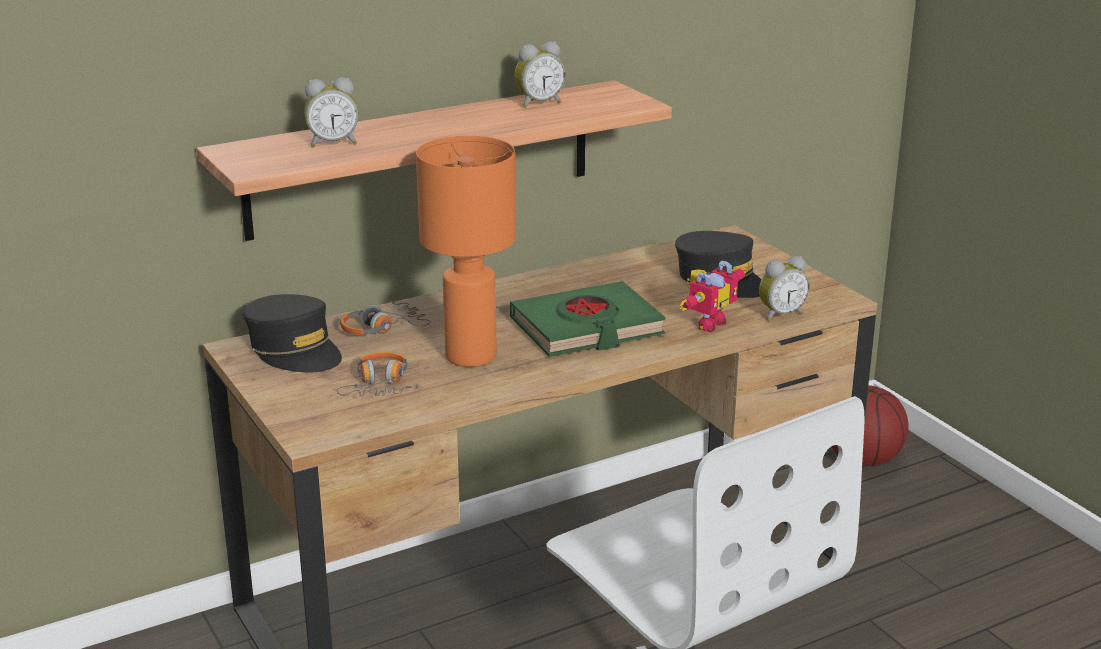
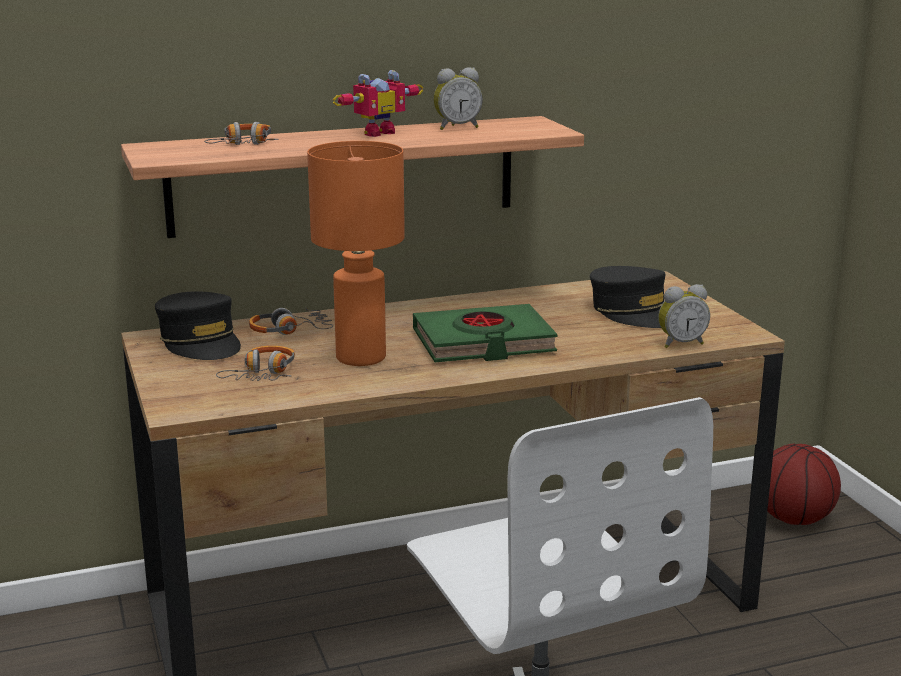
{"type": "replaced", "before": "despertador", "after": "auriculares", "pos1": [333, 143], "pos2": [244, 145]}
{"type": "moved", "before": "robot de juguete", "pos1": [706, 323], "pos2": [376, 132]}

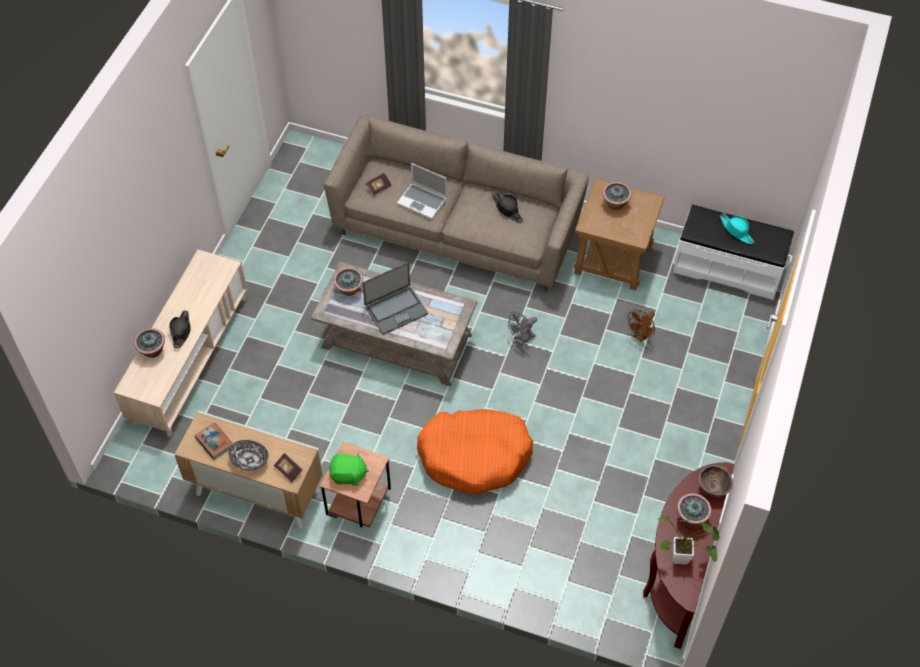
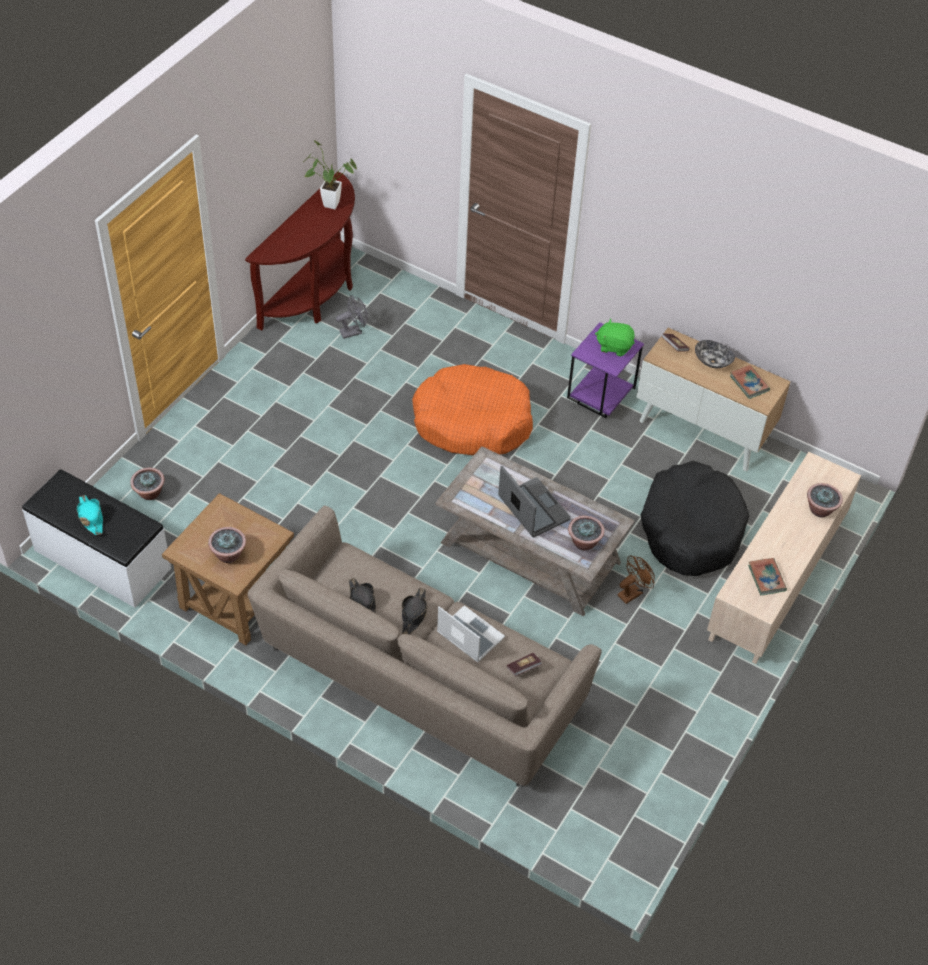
{"type": "turned", "before": "portátil", "pos1": [396, 310], "pos2": [533, 509], "turn": 75}
{"type": "moved", "before": "sombrero [negro]", "pos1": [181, 331], "pos2": [414, 614]}
{"type": "moved", "before": "ventilador [marrón]", "pos1": [641, 336], "pos2": [633, 592]}
{"type": "moved", "before": "ventilador [gris]", "pos1": [522, 339], "pos2": [354, 331]}
{"type": "recoloured", "before": "mesa auxiliar [marrón]", "after": "mesa auxiliar [morado]", "pos1": [358, 506], "pos2": [600, 401]}
{"type": "removed", "before": "cuenco [marrón]", "pos1": [713, 489]}
{"type": "moved", "before": "planta en maceta", "pos1": [691, 517], "pos2": [149, 493]}
{"type": "added", "after": "cama para perro [negro]", "pos2": [691, 529]}
{"type": "added", "after": "libro", "pos2": [766, 578]}

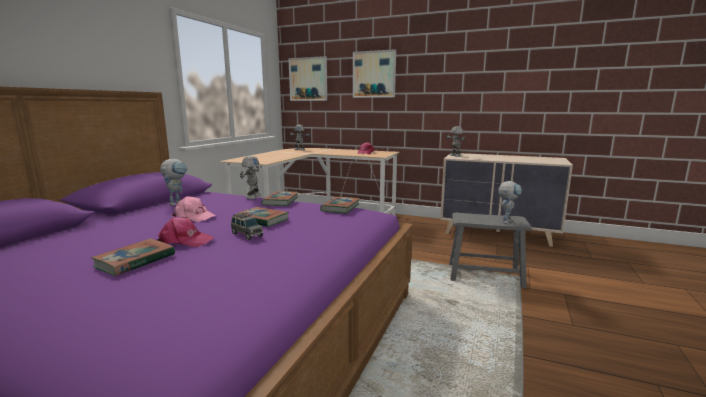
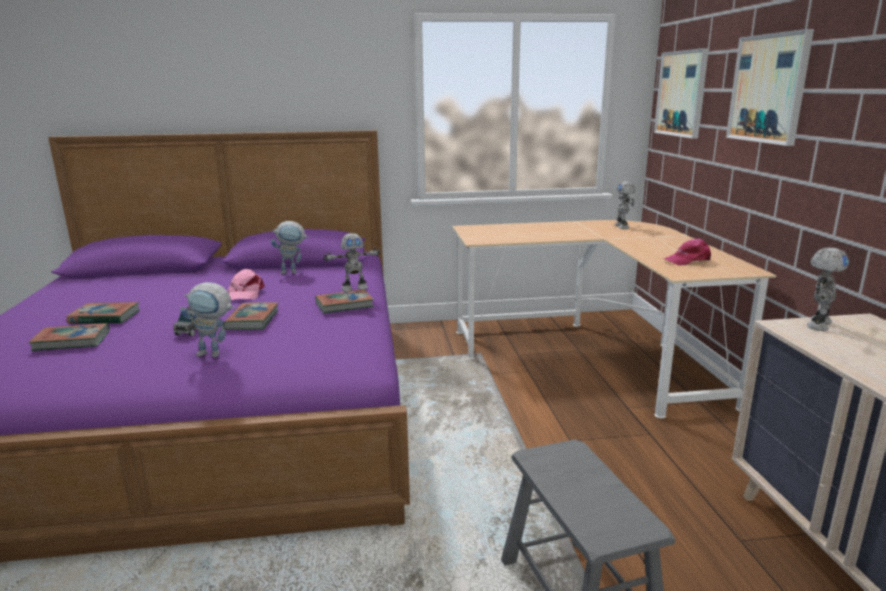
{"type": "moved", "before": "robot de juguete", "pos1": [506, 221], "pos2": [215, 354]}
{"type": "moved", "before": "libro", "pos1": [340, 208], "pos2": [72, 341]}
{"type": "removed", "before": "gorra [rosa]", "pos1": [185, 241]}

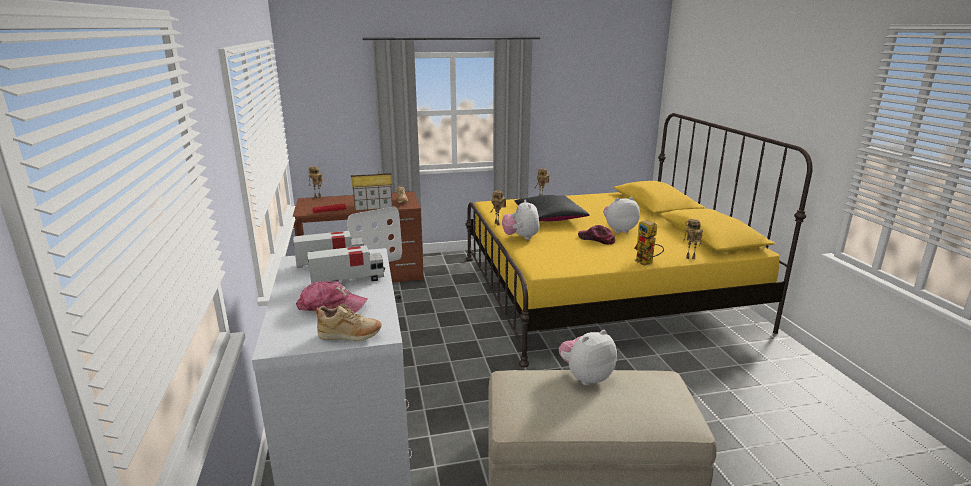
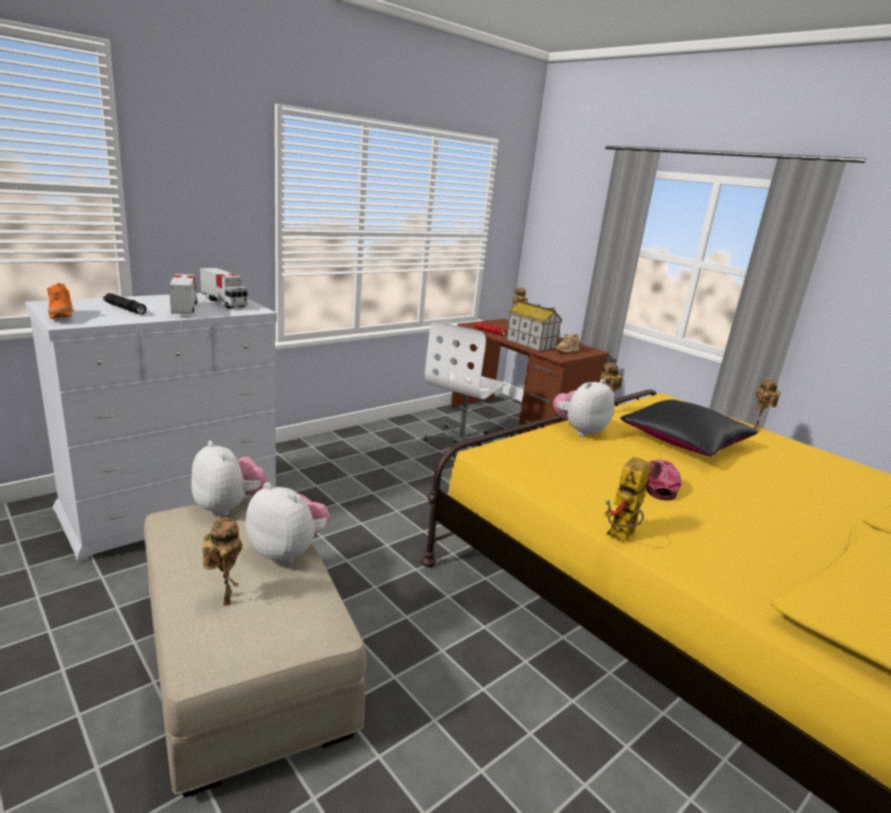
{"type": "moved", "before": "peluche", "pos1": [619, 230], "pos2": [228, 507]}
{"type": "moved", "before": "robot de juguete", "pos1": [689, 258], "pos2": [225, 598]}
{"type": "turned", "before": "camión de juguete", "pos1": [348, 280], "pos2": [185, 308], "turn": -150}
{"type": "replaced", "before": "gorra", "after": "linterna [negro]", "pos1": [331, 306], "pos2": [125, 308]}
{"type": "recoloured", "before": "zapato [beis]", "after": "zapato [naranja]", "pos1": [350, 336], "pos2": [61, 317]}

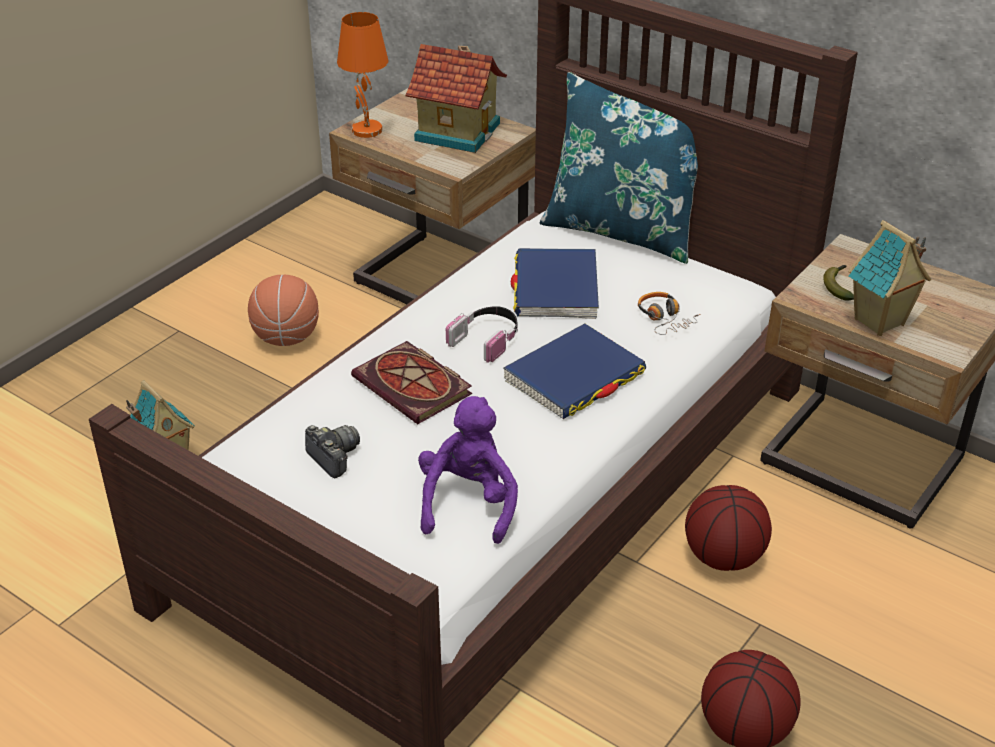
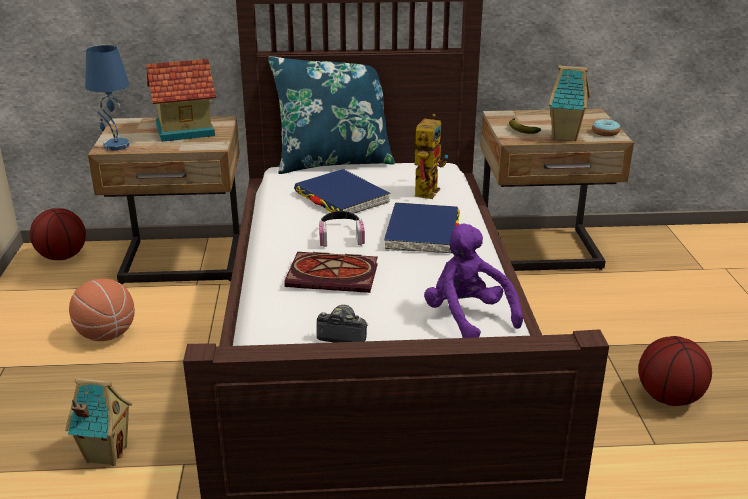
{"type": "recoloured", "before": "lámpara de mesa [naranja]", "after": "lámpara de mesa [azul]", "pos1": [366, 130], "pos2": [115, 146]}
{"type": "replaced", "before": "auriculares", "after": "robot de juguete", "pos1": [665, 319], "pos2": [426, 189]}
{"type": "moved", "before": "balón de baloncesto", "pos1": [724, 557], "pos2": [62, 256]}
{"type": "added", "after": "rosquilla", "pos2": [605, 133]}

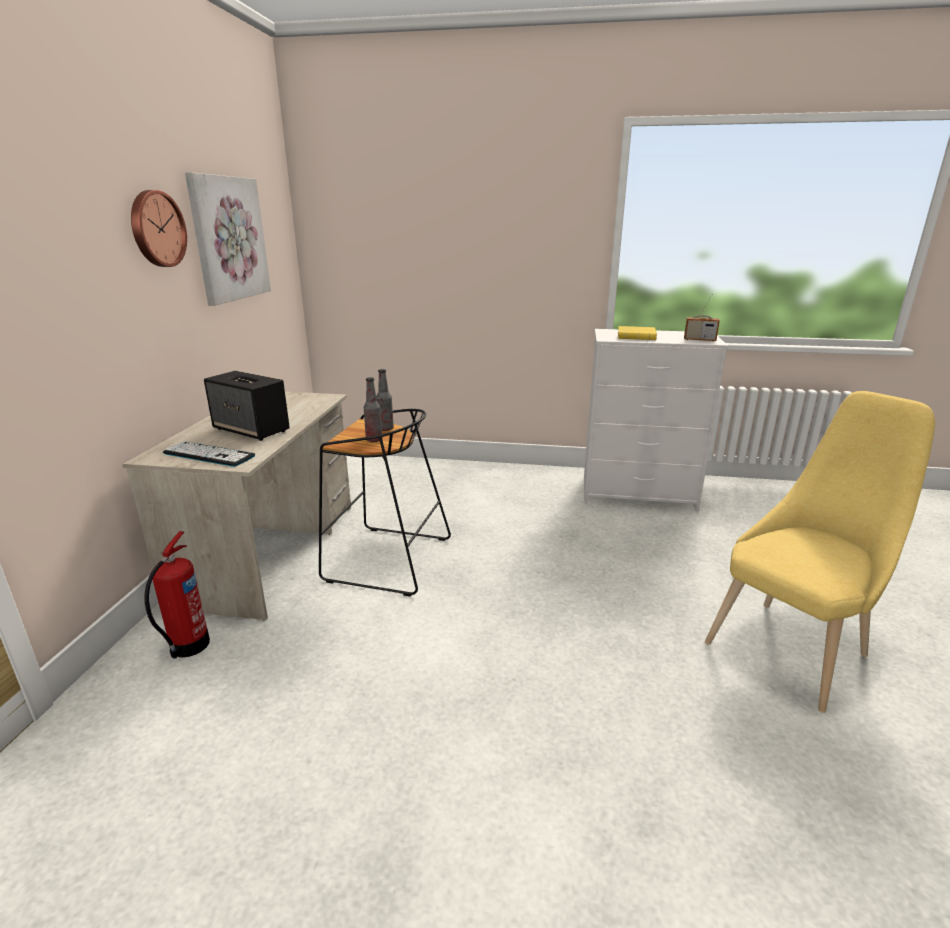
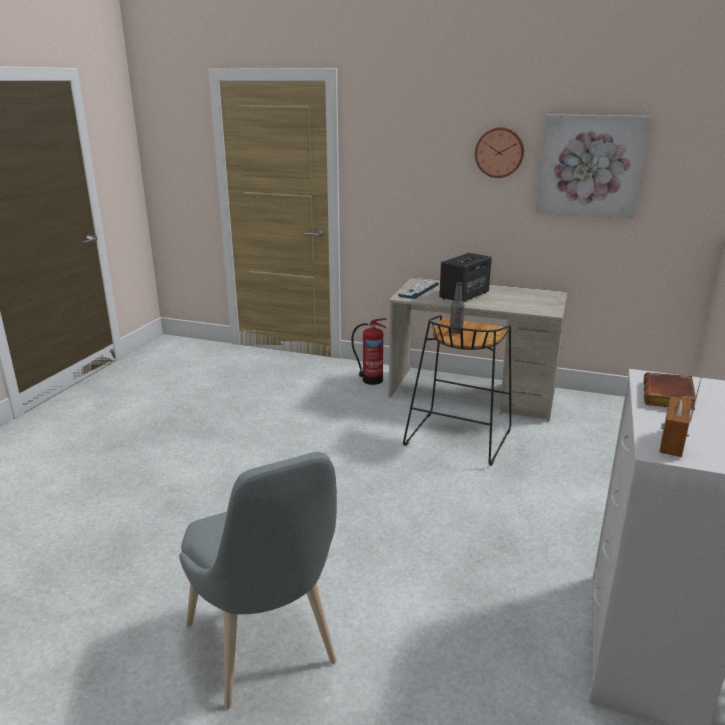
{"type": "recoloured", "before": "libro [amarillo]", "after": "libro [marrón]", "pos1": [637, 337], "pos2": [669, 398]}
{"type": "removed", "before": "botella", "pos1": [385, 429]}
{"type": "recoloured", "before": "silla [amarillo]", "after": "silla [gris]", "pos1": [793, 646], "pos2": [266, 650]}

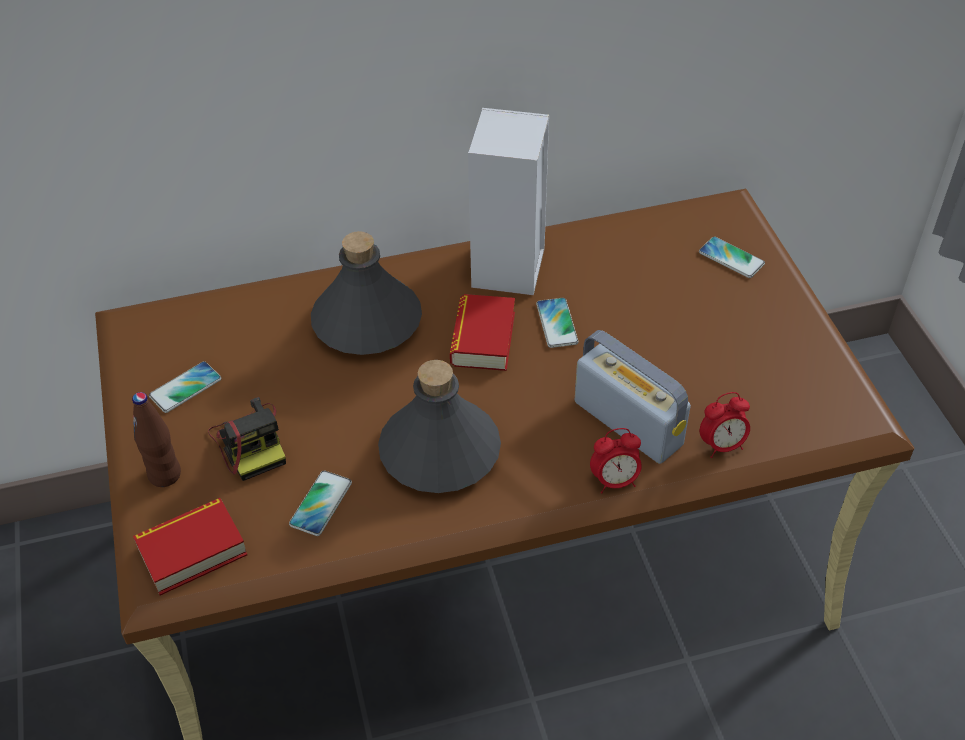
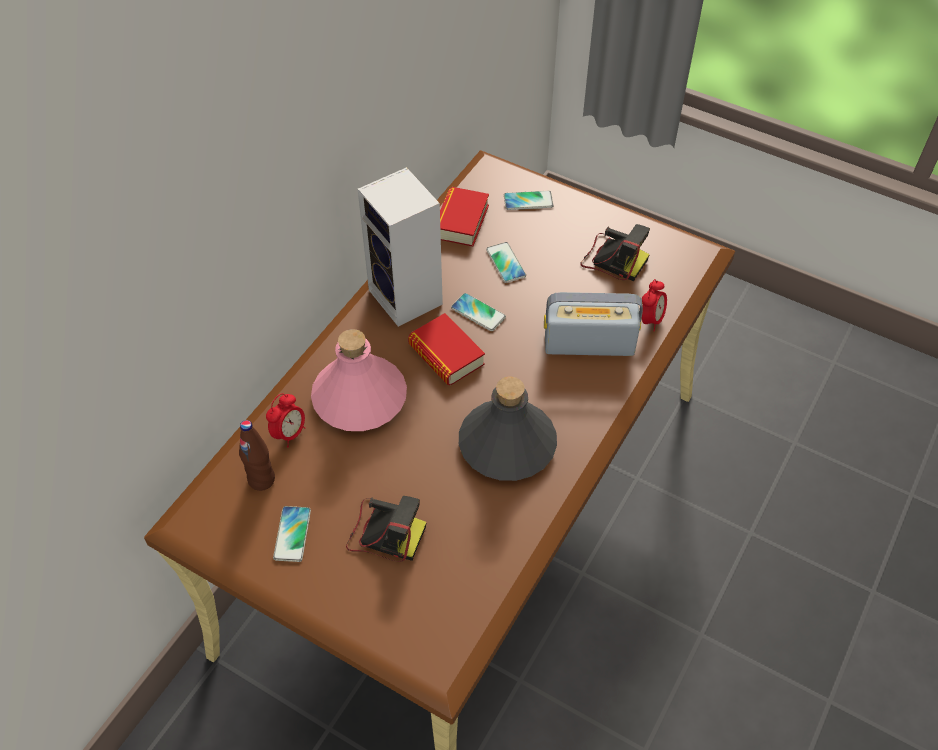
{"type": "recoloured", "before": "botella [gris]", "after": "botella [rosa]", "pos1": [366, 322], "pos2": [359, 398]}
{"type": "moved", "before": "botella [marrón]", "pos1": [165, 475], "pos2": [261, 479]}
{"type": "moved", "before": "despertador", "pos1": [614, 481], "pos2": [289, 434]}
{"type": "moved", "before": "móvil", "pos1": [321, 504], "pos2": [505, 263]}
{"type": "moved", "before": "libro", "pos1": [192, 551], "pos2": [461, 221]}
{"type": "added", "after": "cámara", "pos2": [612, 259]}

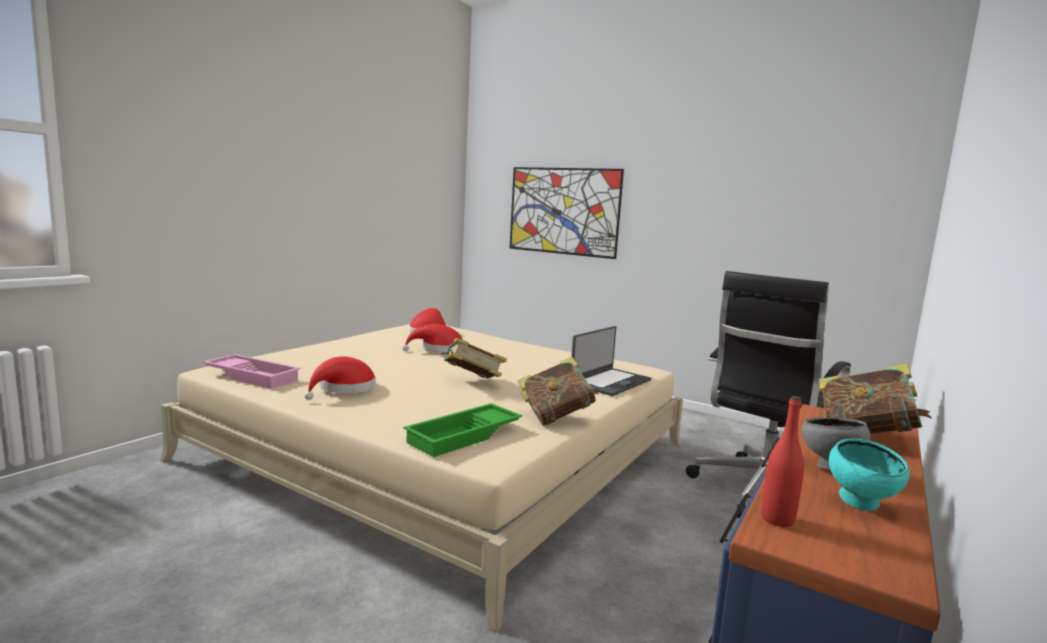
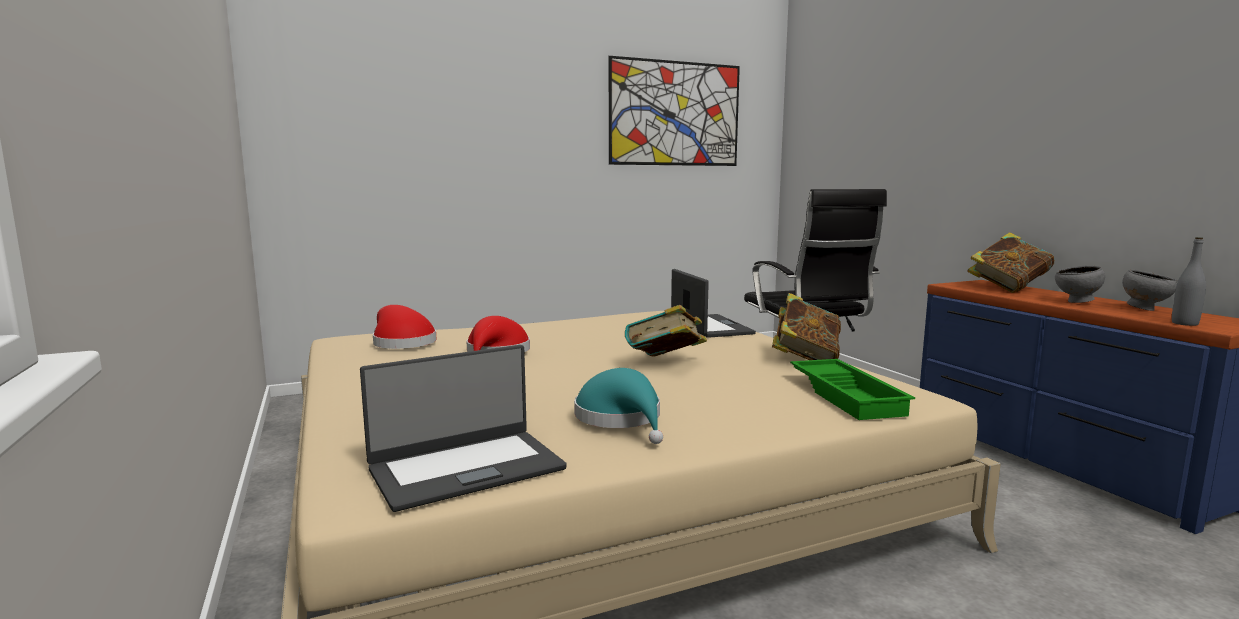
{"type": "moved", "before": "cuadro", "pos1": [563, 211], "pos2": [675, 114]}
{"type": "replaced", "before": "bandeja [rosa]", "after": "portátil", "pos1": [254, 376], "pos2": [466, 468]}
{"type": "recoloured", "before": "sombrero [rojo]", "after": "sombrero [turquesa]", "pos1": [344, 388], "pos2": [621, 419]}
{"type": "recoloured", "before": "botella [rojo]", "after": "botella [gris]", "pos1": [777, 519], "pos2": [1184, 323]}
{"type": "recoloured", "before": "cuenco [turquesa]", "after": "cuenco [gris]", "pos1": [861, 505], "pos2": [1144, 309]}

